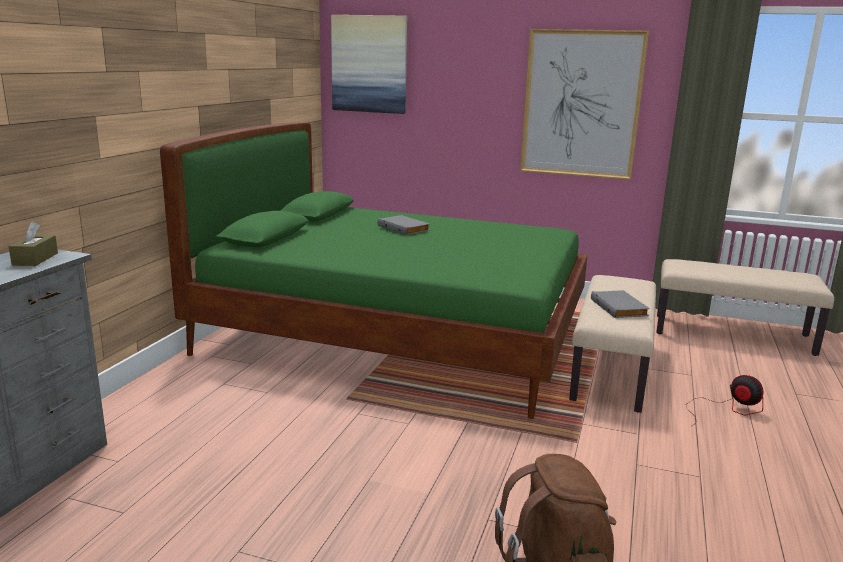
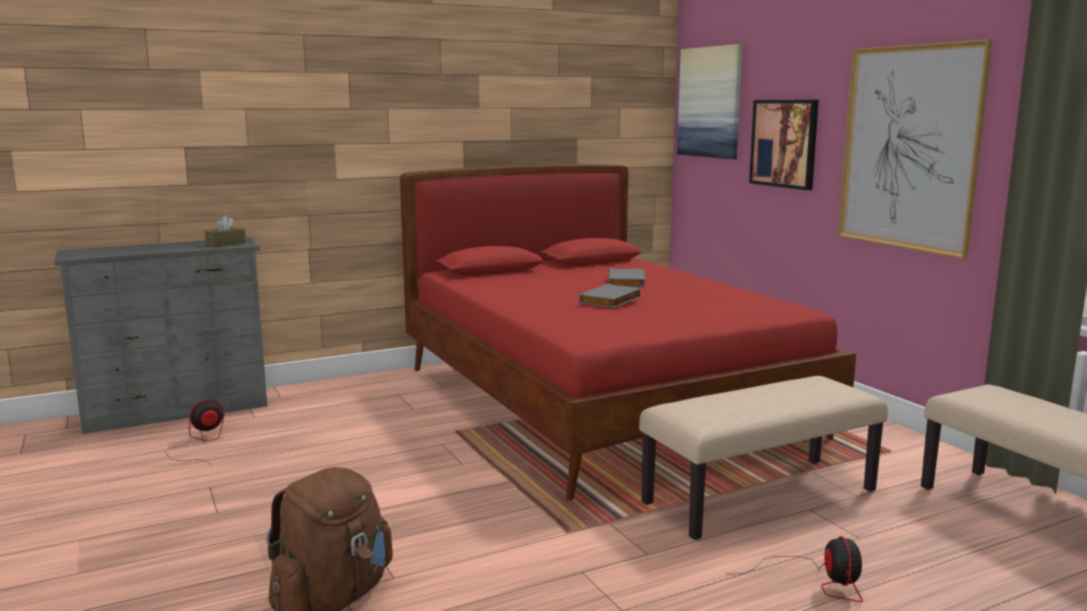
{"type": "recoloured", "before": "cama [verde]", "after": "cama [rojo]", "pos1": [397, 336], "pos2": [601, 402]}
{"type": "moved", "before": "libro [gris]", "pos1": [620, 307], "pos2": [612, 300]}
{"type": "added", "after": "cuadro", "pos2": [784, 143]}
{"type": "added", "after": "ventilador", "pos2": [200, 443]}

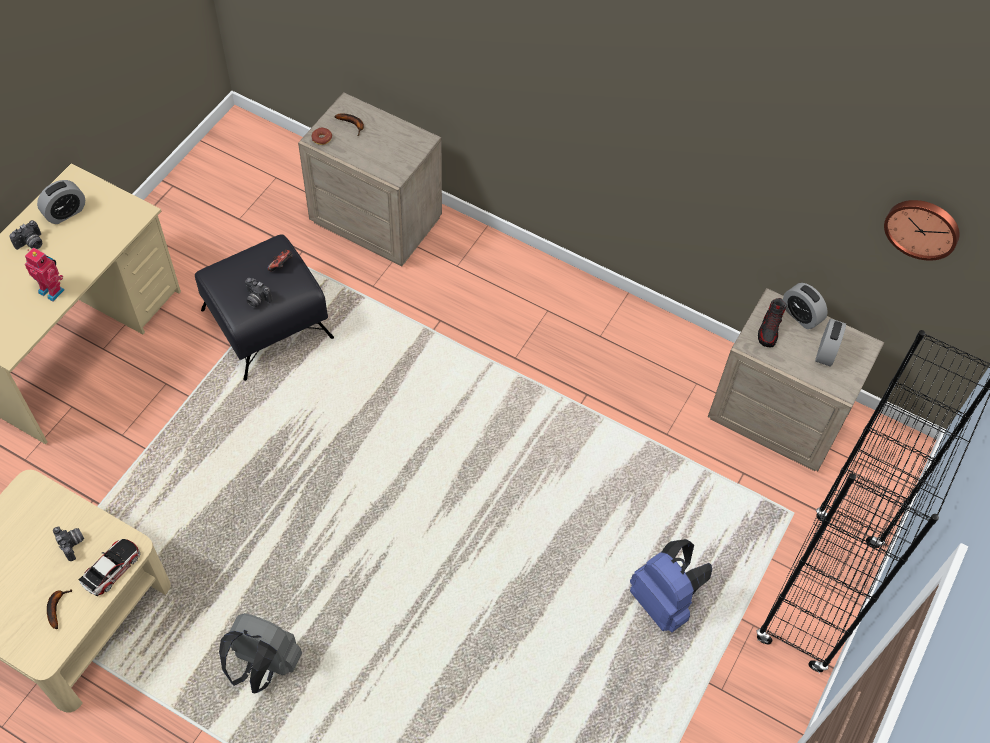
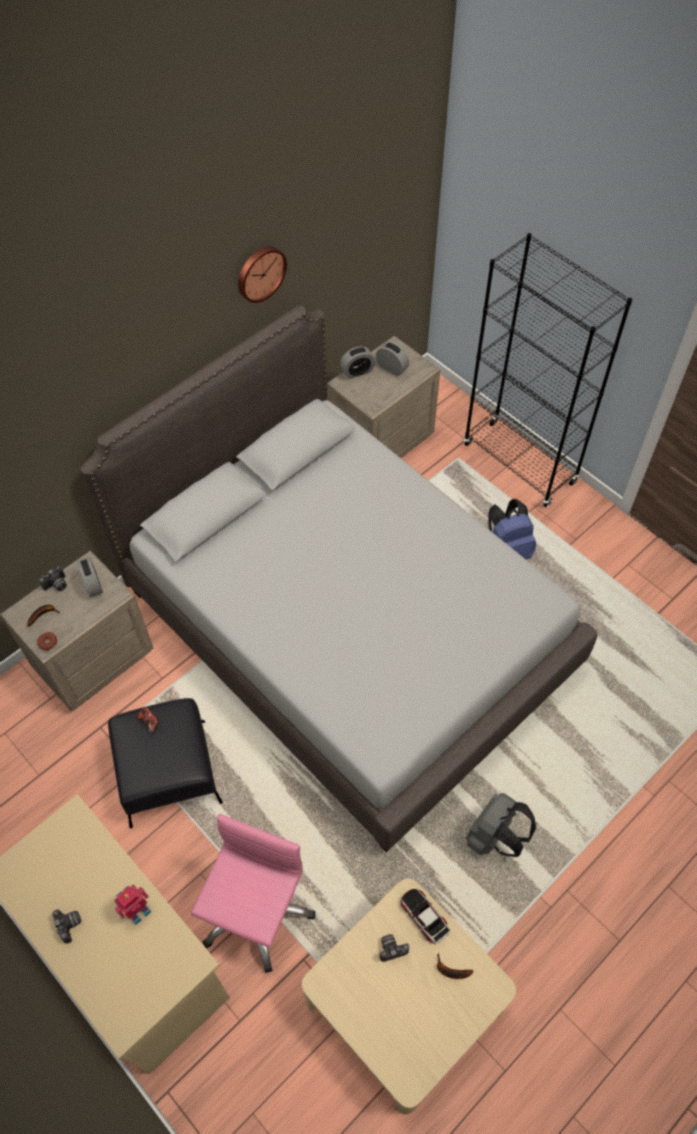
{"type": "moved", "before": "despertador", "pos1": [65, 213], "pos2": [93, 584]}
{"type": "moved", "before": "reloj de pared", "pos1": [922, 227], "pos2": [260, 273]}
{"type": "moved", "before": "cámara", "pos1": [256, 299], "pos2": [57, 585]}
{"type": "removed", "before": "zapato", "pos1": [769, 329]}
{"type": "added", "after": "cama [gris]", "pos2": [349, 628]}
{"type": "added", "after": "silla de oficina [rosa]", "pos2": [256, 911]}

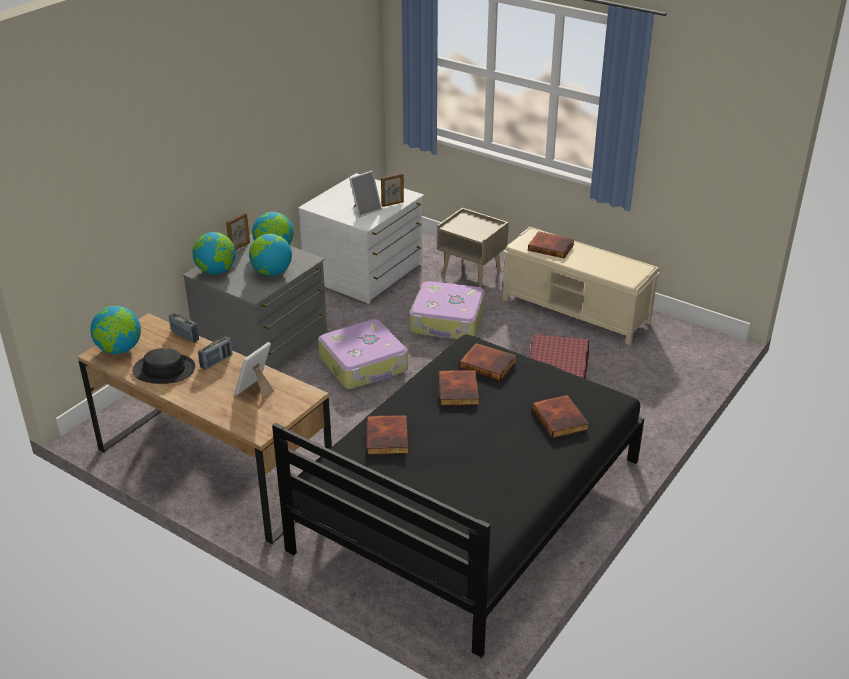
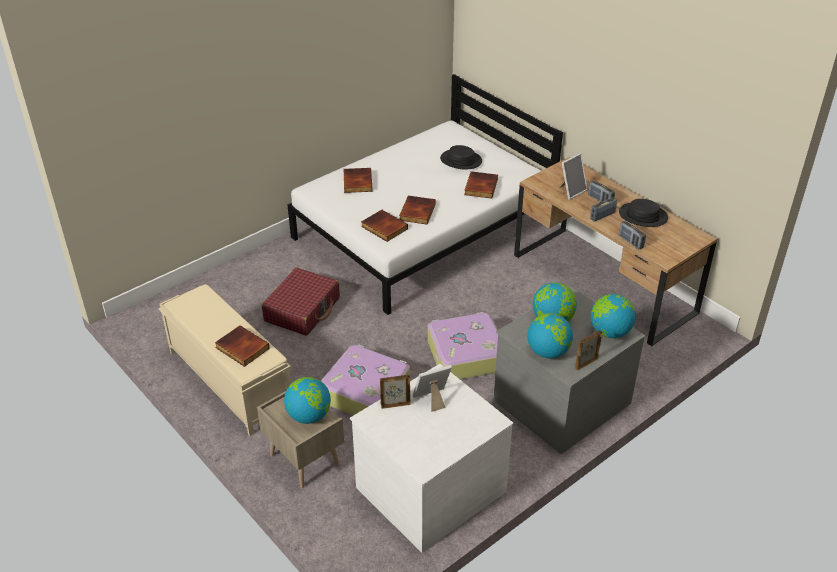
{"type": "moved", "before": "globo terráqueo", "pos1": [119, 349], "pos2": [309, 415]}
{"type": "recoloured", "before": "cama [negro]", "after": "cama [blanco]", "pos1": [469, 503], "pos2": [423, 231]}
{"type": "added", "after": "sombrero [negro]", "pos2": [461, 160]}
{"type": "added", "after": "radio", "pos2": [600, 200]}

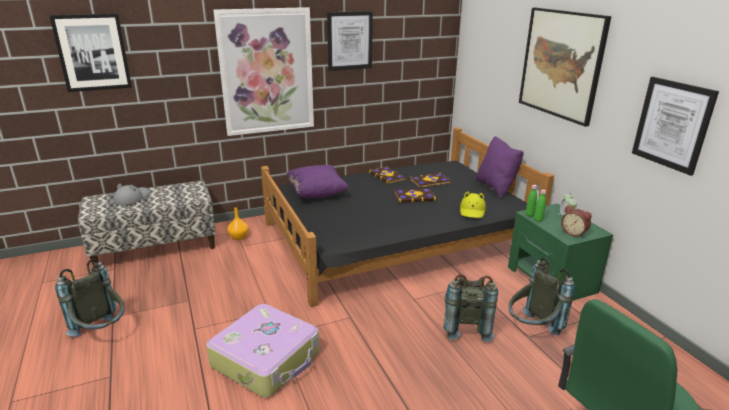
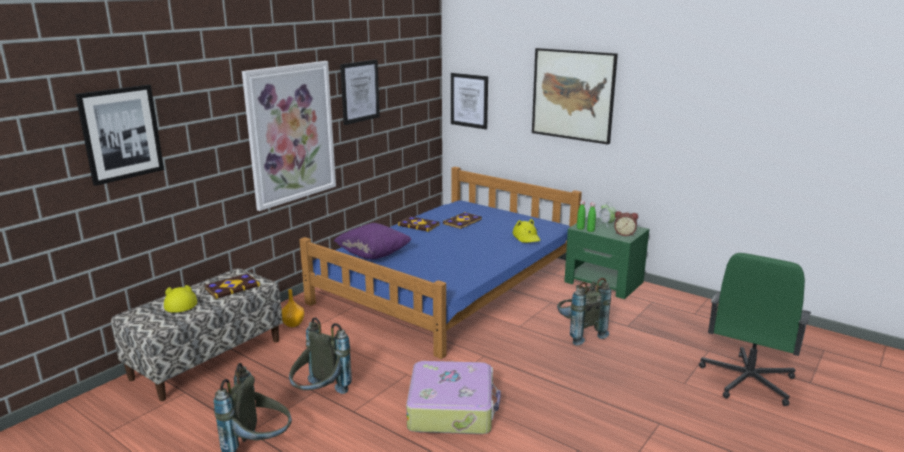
{"type": "moved", "before": "cuadro", "pos1": [672, 124], "pos2": [469, 100]}
{"type": "recoloured", "before": "cama [negro]", "after": "cama [azul]", "pos1": [395, 237], "pos2": [449, 283]}
{"type": "removed", "before": "cojín [morado]", "pos1": [496, 187]}
{"type": "recoloured", "before": "sombrero [gris]", "after": "sombrero [amarillo]", "pos1": [131, 198], "pos2": [181, 303]}
{"type": "moved", "before": "libro", "pos1": [414, 196], "pos2": [232, 287]}
{"type": "moved", "before": "mochila [gris]", "pos1": [532, 330], "pos2": [319, 396]}

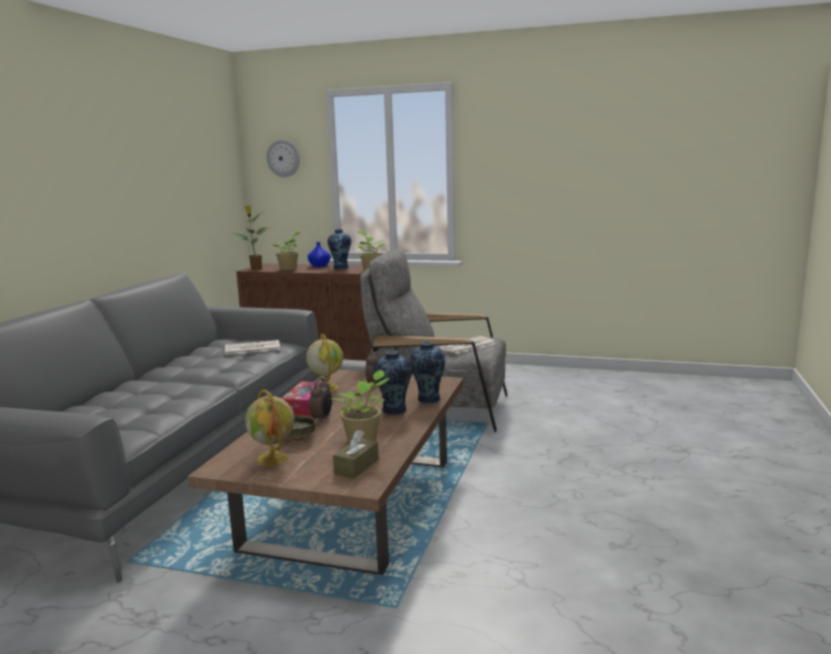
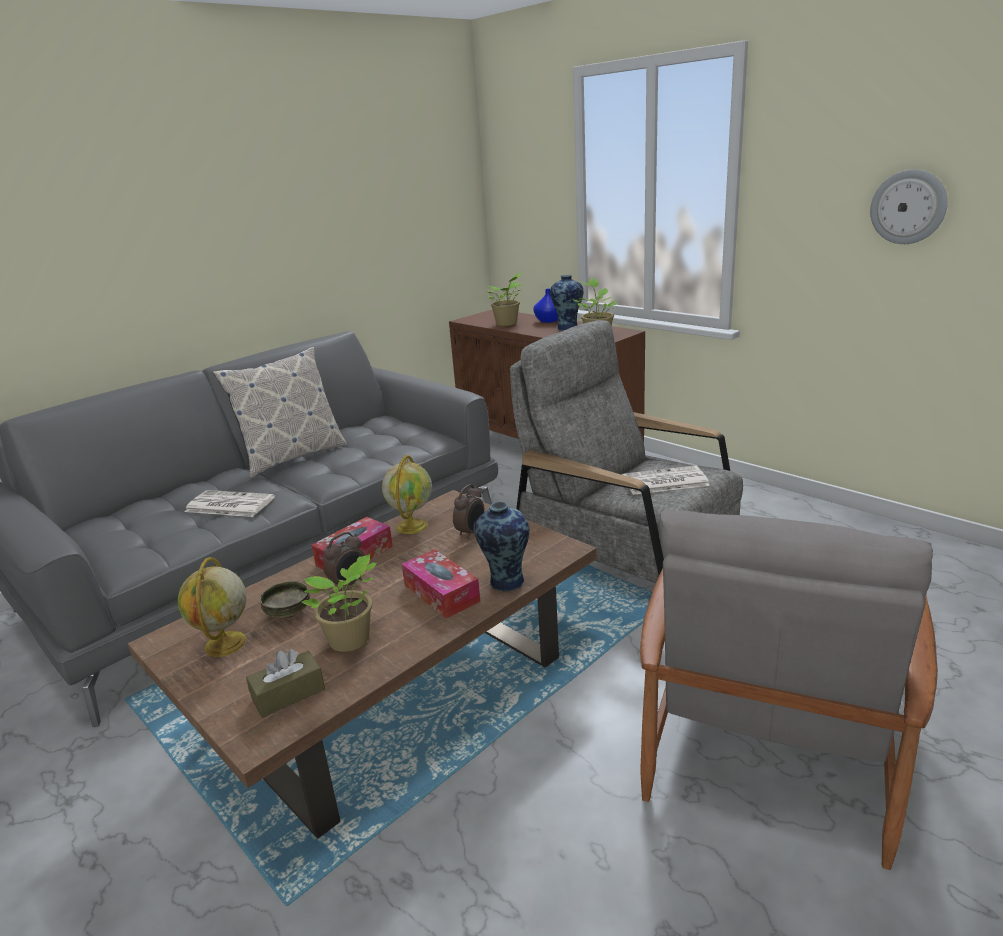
{"type": "moved", "before": "reloj de pared", "pos1": [283, 158], "pos2": [908, 207]}
{"type": "removed", "before": "planta en maceta", "pos1": [255, 269]}
{"type": "moved", "before": "periódico", "pos1": [251, 348], "pos2": [228, 505]}
{"type": "replaced", "before": "florero", "after": "caja de pañuelos", "pos1": [394, 411], "pos2": [441, 593]}
{"type": "added", "after": "cojín", "pos2": [292, 457]}
{"type": "added", "after": "sillón [gris]", "pos2": [770, 733]}

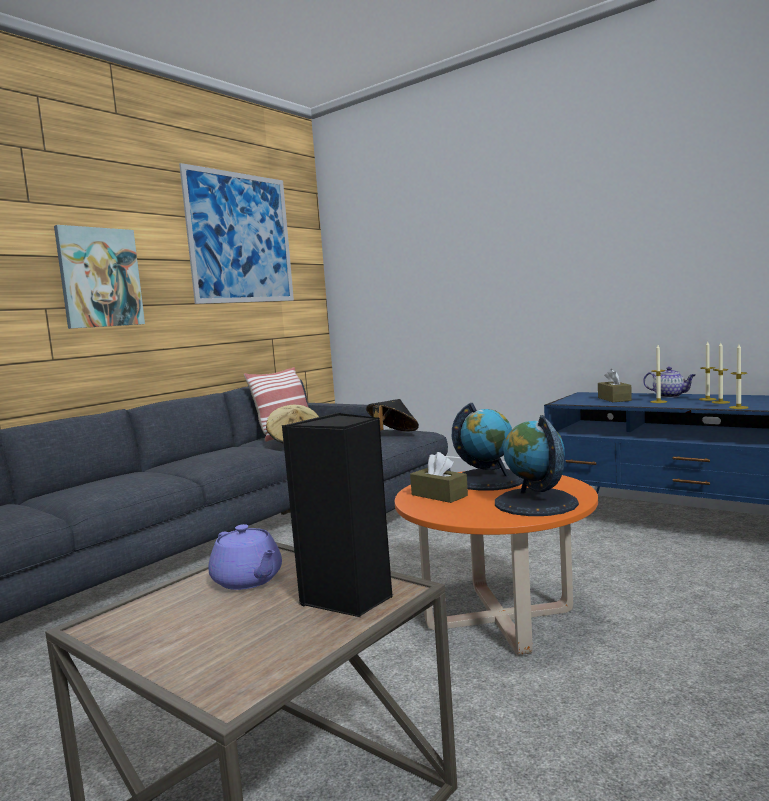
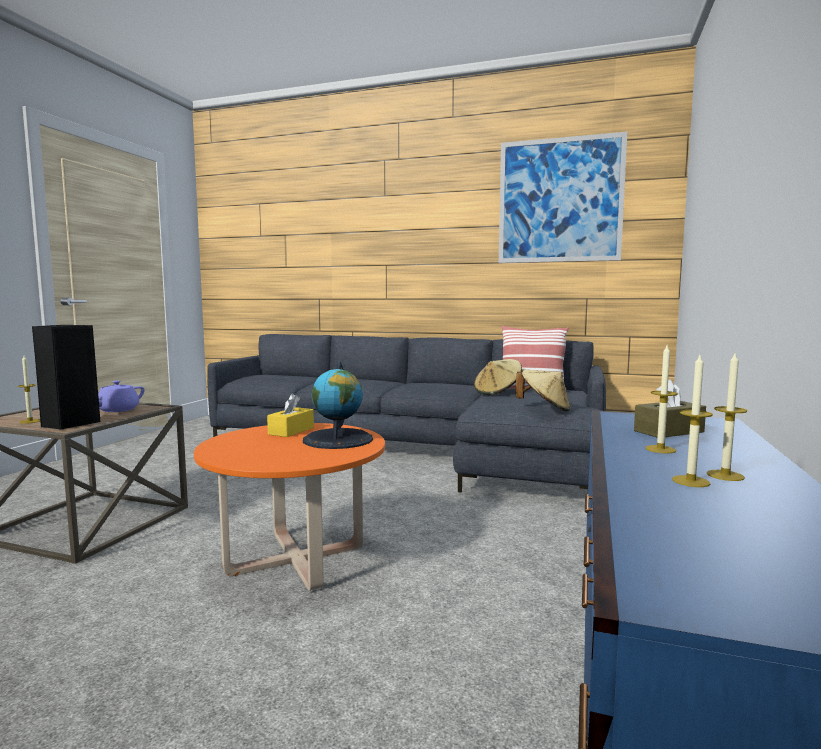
{"type": "removed", "before": "cuadro", "pos1": [100, 277]}
{"type": "moved", "before": "vela", "pos1": [738, 407], "pos2": [30, 421]}
{"type": "removed", "before": "tetera", "pos1": [670, 396]}
{"type": "recoloured", "before": "sombrero [negro]", "after": "sombrero [beis]", "pos1": [393, 435], "pos2": [544, 409]}
{"type": "removed", "before": "globo terráqueo", "pos1": [535, 503]}
{"type": "recoloured", "before": "caja de pañuelos [marrón]", "after": "caja de pañuelos [amarillo]", "pos1": [439, 495], "pos2": [291, 431]}

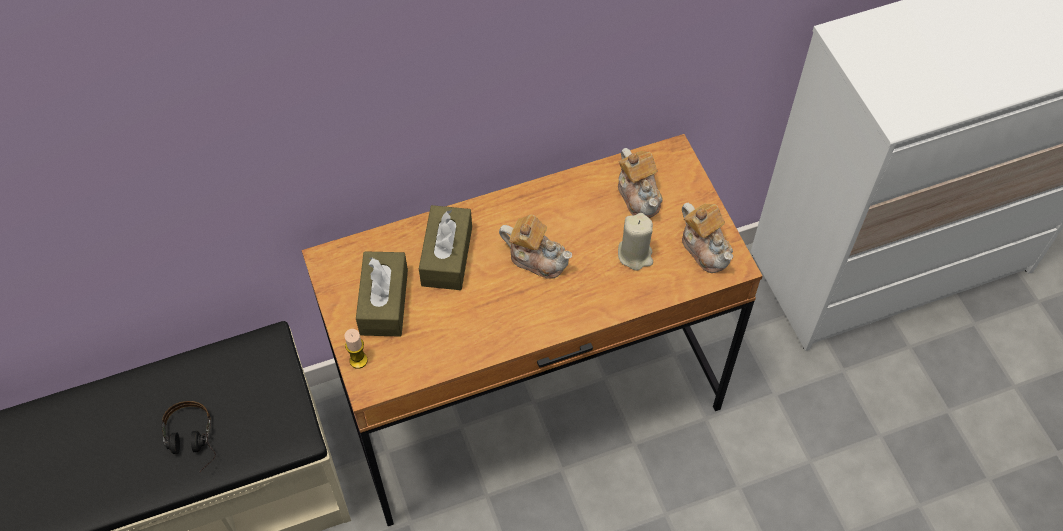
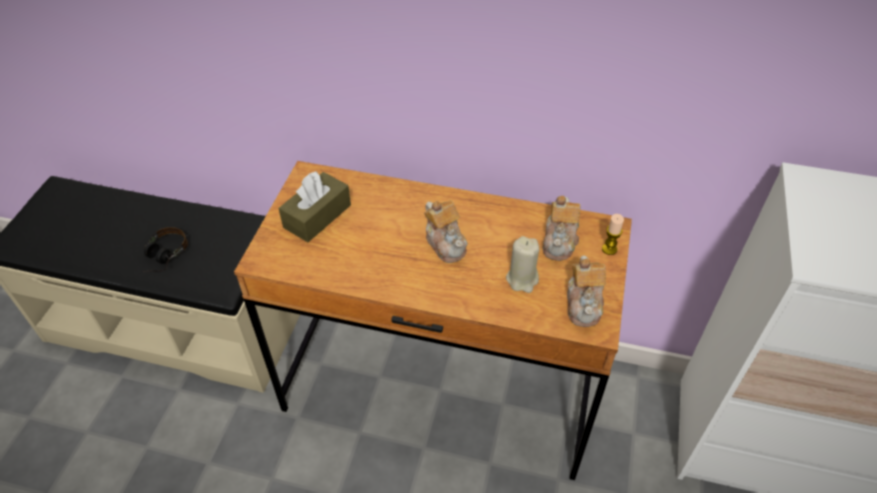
{"type": "removed", "before": "caja de pañuelos [marrón]", "pos1": [447, 256]}
{"type": "moved", "before": "vela", "pos1": [358, 360], "pos2": [609, 249]}

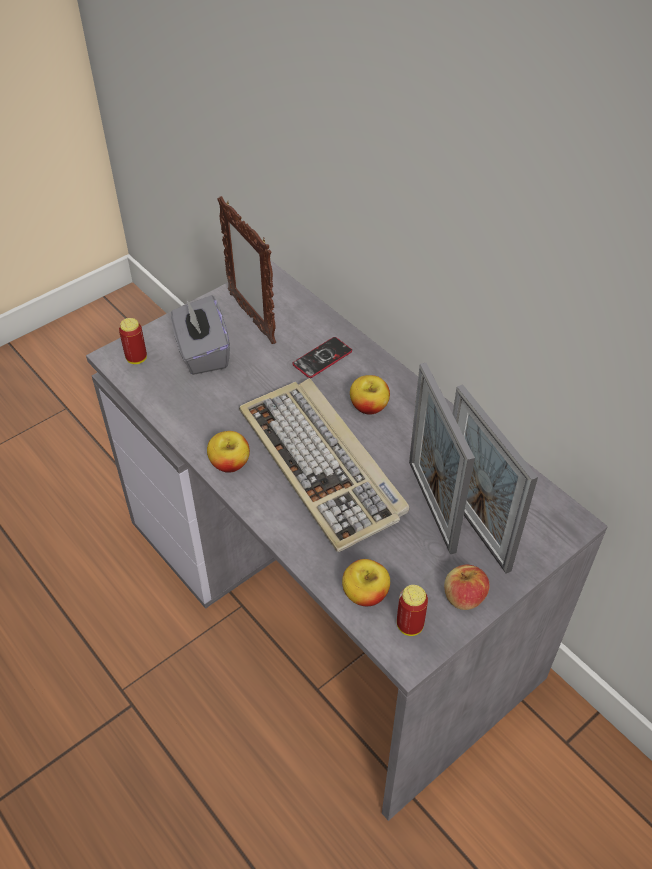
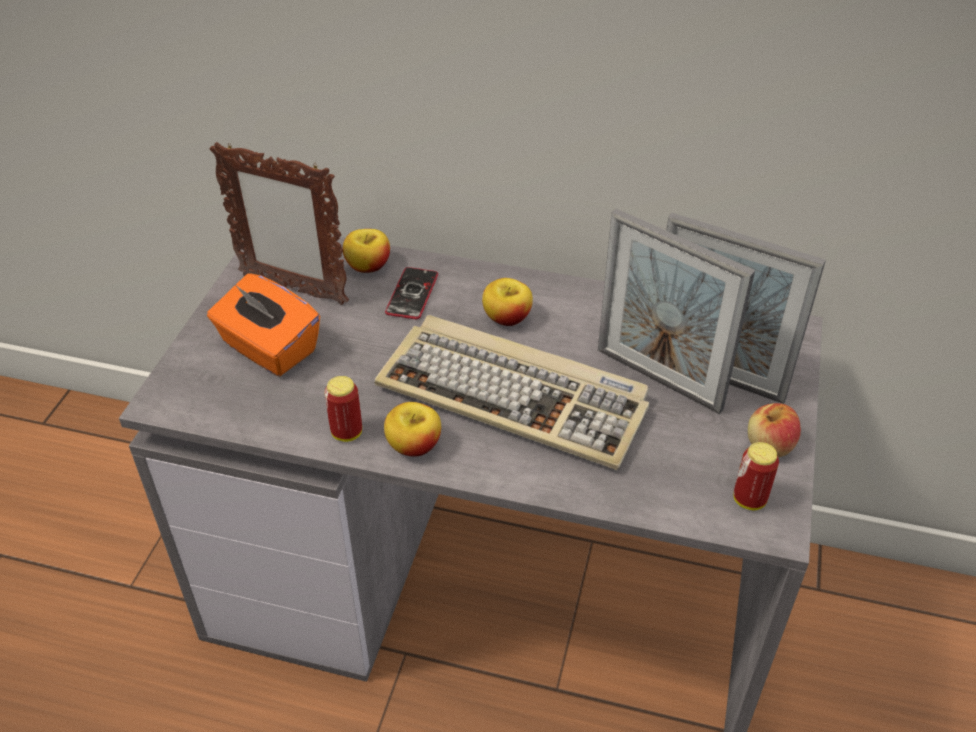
{"type": "recoloured", "before": "caja de pañuelos [gris]", "after": "caja de pañuelos [naranja]", "pos1": [202, 352], "pos2": [268, 348]}
{"type": "moved", "before": "lata", "pos1": [136, 358], "pos2": [347, 433]}
{"type": "moved", "before": "manzana", "pos1": [365, 594], "pos2": [368, 266]}

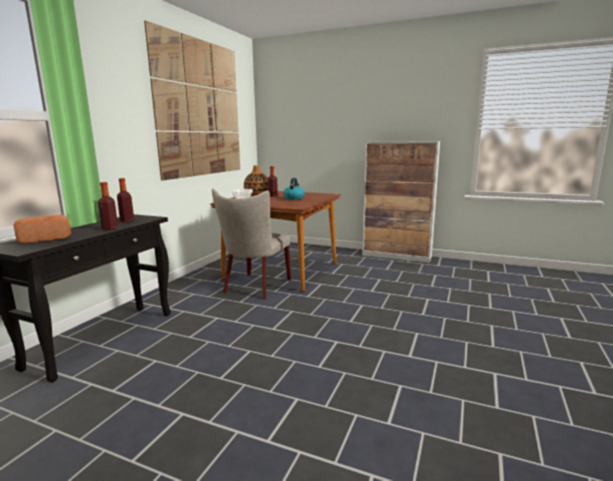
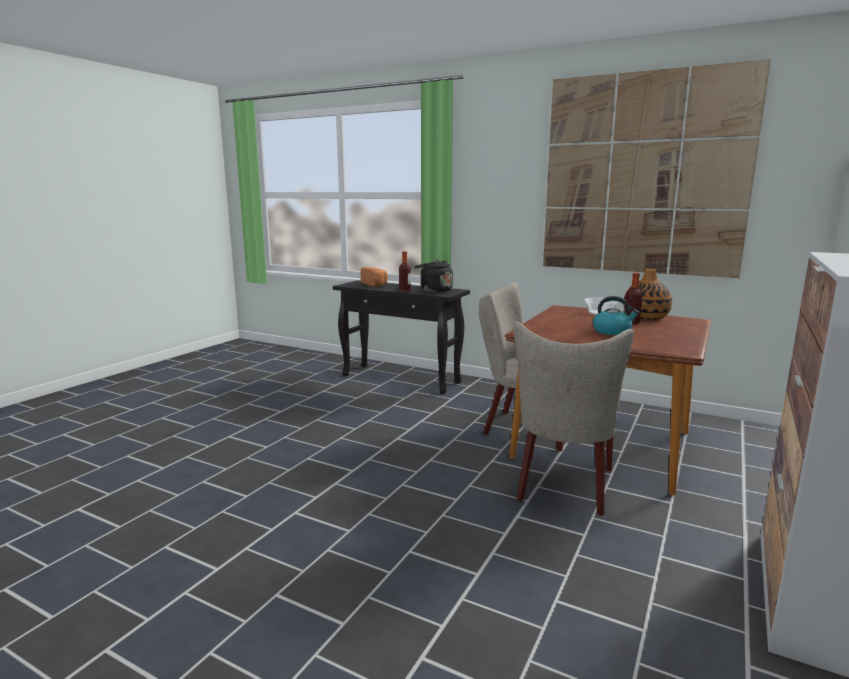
{"type": "replaced", "before": "botella", "after": "hervidor [negro]", "pos1": [127, 221], "pos2": [434, 291]}
{"type": "added", "after": "silla [beis]", "pos2": [563, 487]}

